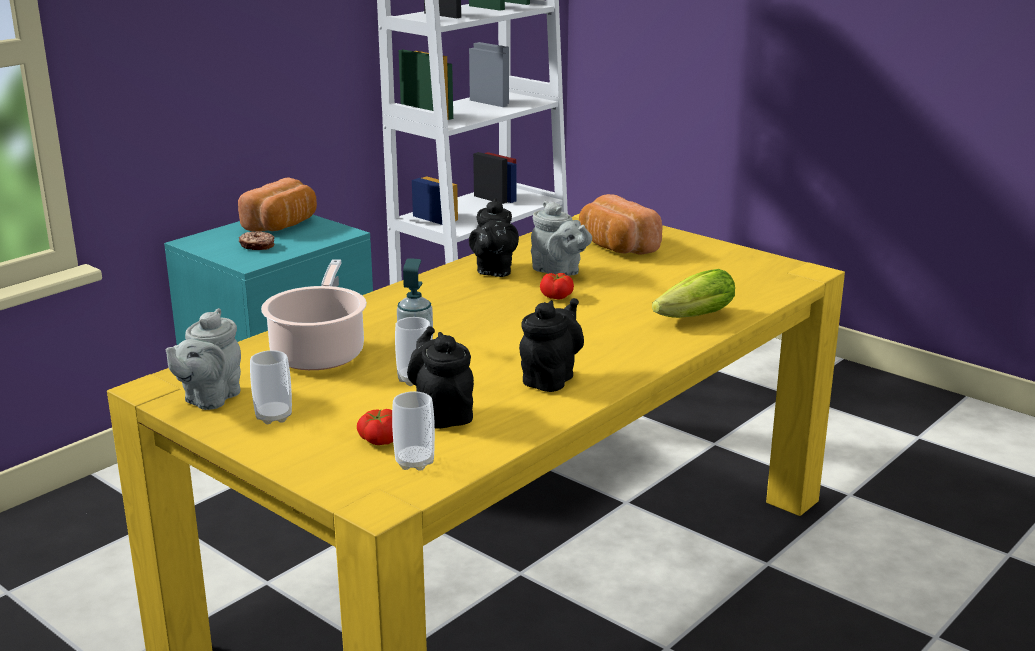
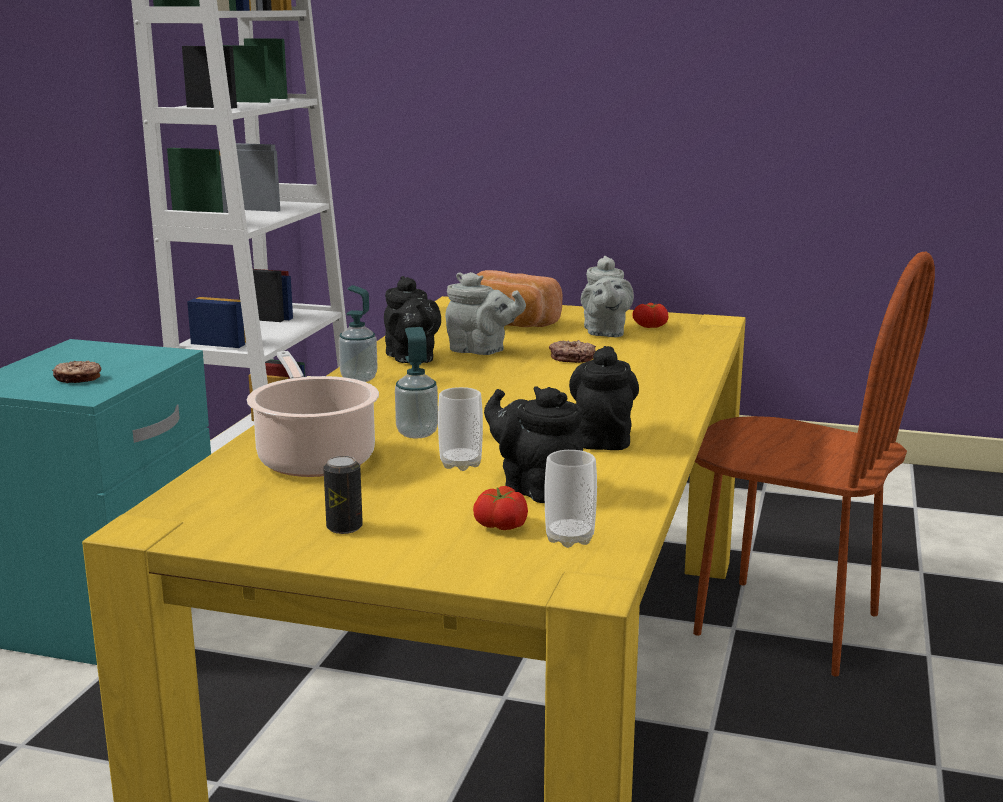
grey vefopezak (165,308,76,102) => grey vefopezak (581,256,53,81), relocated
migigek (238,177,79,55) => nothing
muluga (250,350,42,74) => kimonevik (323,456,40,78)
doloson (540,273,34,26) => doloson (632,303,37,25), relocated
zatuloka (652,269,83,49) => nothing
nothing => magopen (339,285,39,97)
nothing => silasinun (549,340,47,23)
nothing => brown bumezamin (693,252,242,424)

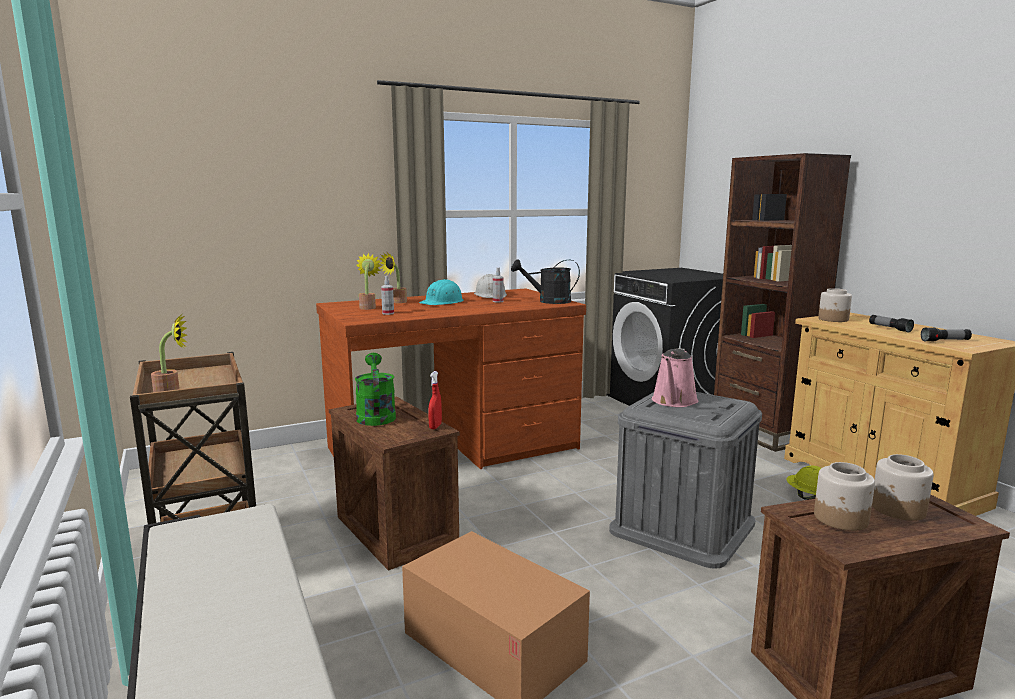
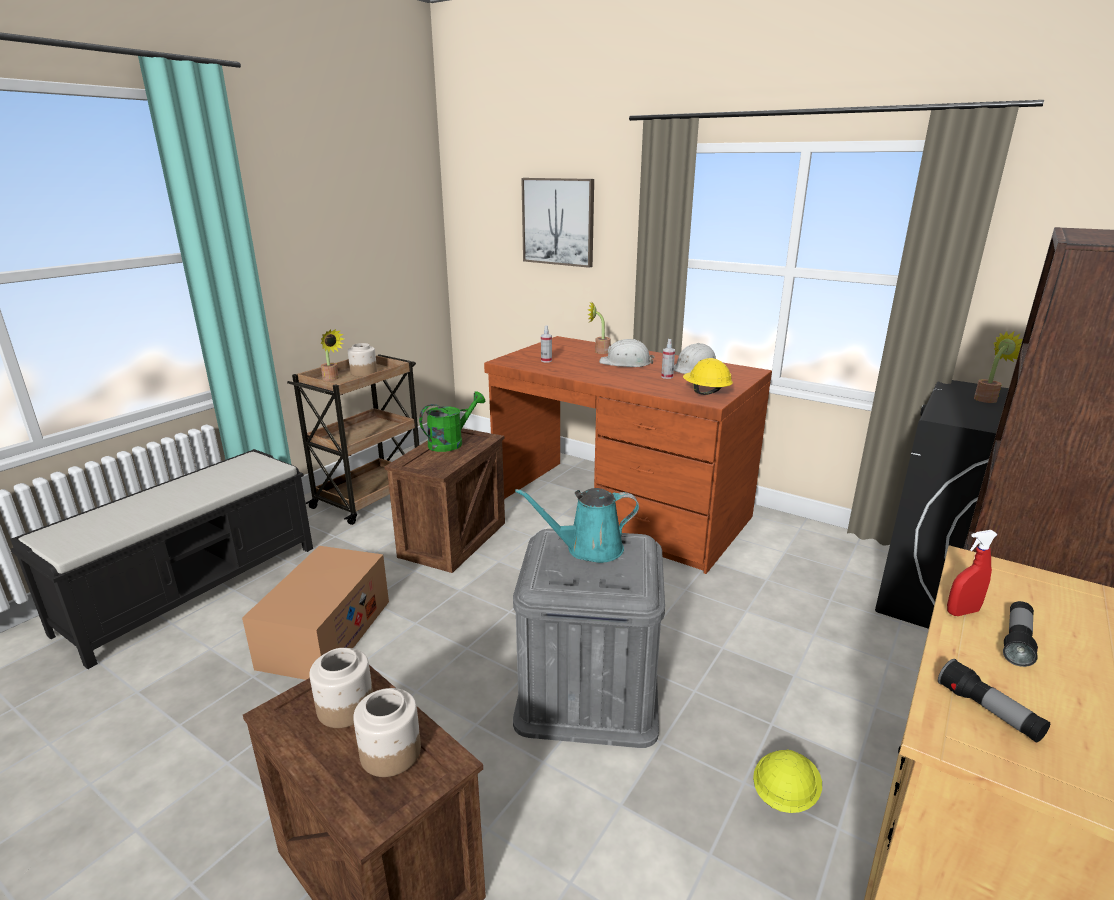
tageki (357,253,25,57) => tageki (974,331,49,72), relocated
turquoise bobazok (419,279,45,26) => white bobazok (599,339,56,28)
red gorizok (428,371,14,58) => red gorizok (947,530,51,86), relocated
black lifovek (511,259,69,45) => yellow bobazok (683,358,50,37)
pink lifovek (652,348,46,59) => turquoise lifovek (515,488,124,75)
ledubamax (818,288,34,34) => ledubamax (348,343,29,34), relocated
nothing => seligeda (521,178,73,90)

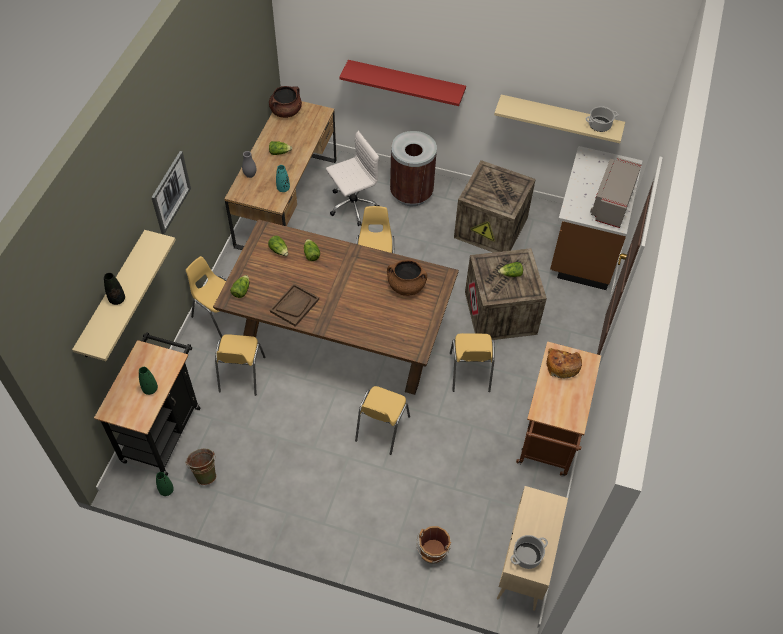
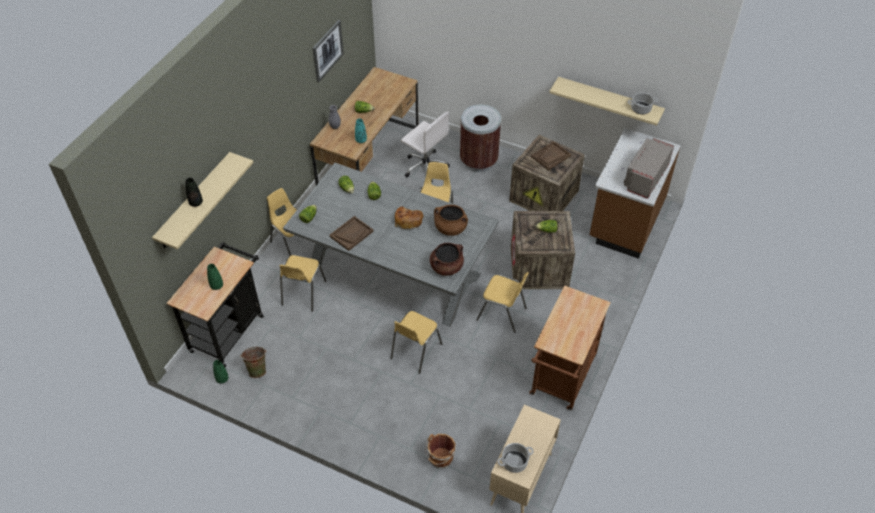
seligeda (151,151,40,83) => seligeda (313,20,31,63), relocated
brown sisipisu (213,219,246,176) => grey sisipisu (283,163,216,164)
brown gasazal (269,86,33,32) => brown gasazal (430,243,34,33), relocated
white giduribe (326,131,53,95) => white giduribe (401,112,49,70), 60 degrees clockwise
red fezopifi (339,60,127,46) => nothing
yellow bumezamin (450,333,45,59) => yellow bumezamin (476,272,53,61), 75 degrees counterclockwise
migigek (547,348,35,31) => migigek (395,206,28,23), relocated
nothing => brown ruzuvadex (531,141,40,29)

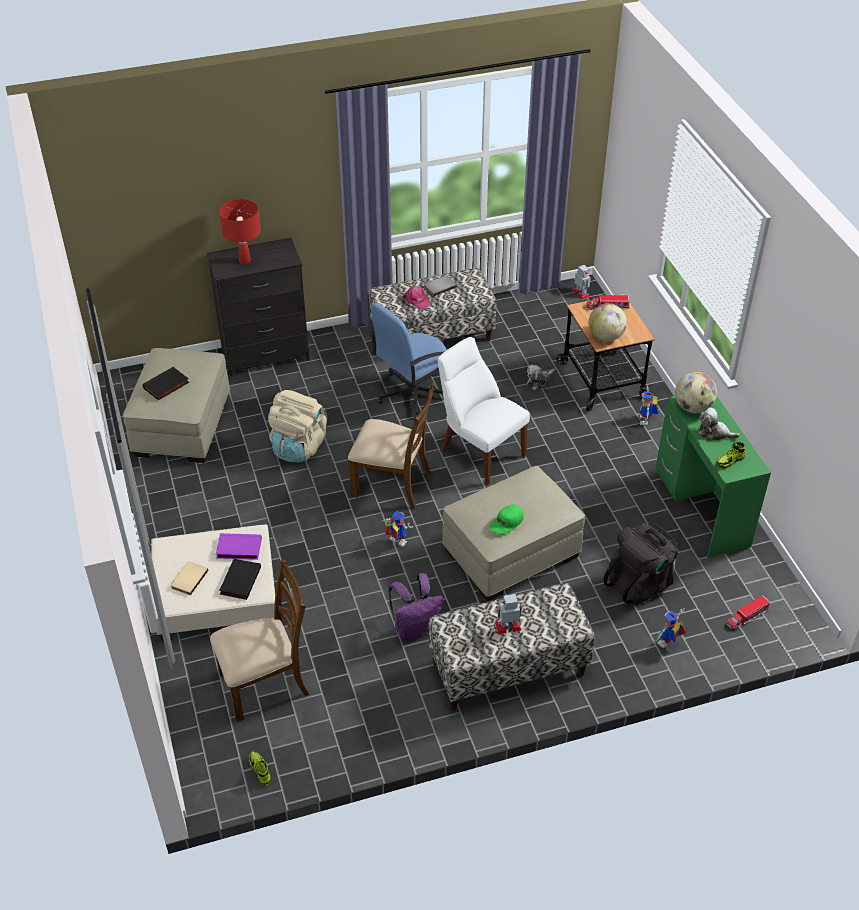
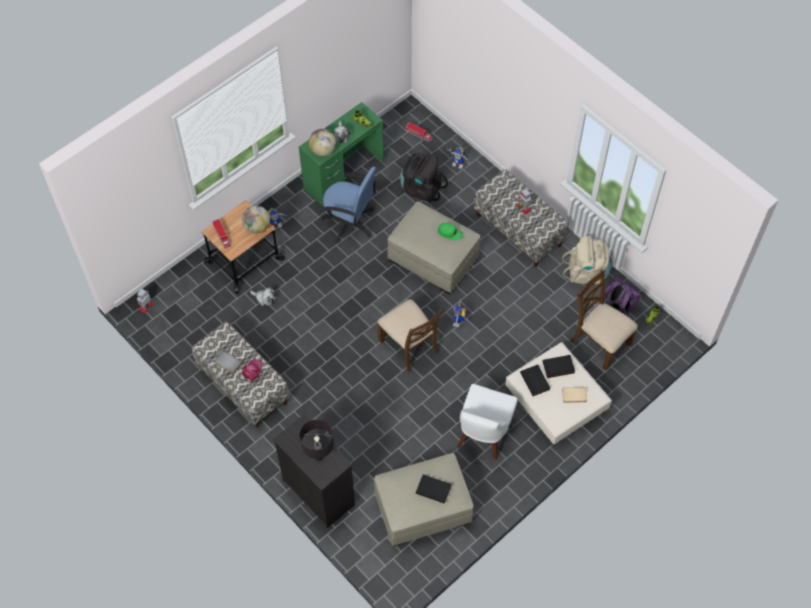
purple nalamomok (216,533,46,27) => black nalamomok (520,365,30,31)
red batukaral (219,199,42,65) => black batukaral (299,419,35,42)
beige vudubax (268,390,59,73) => beige vudubax (562,236,51,48), relocated
brown bumezamin (348,382,88,127) => brown bumezamin (378,299,65,73), 150 degrees clockwise
blue giduribe (369,303,77,115) => blue giduribe (321,166,56,77), relocated
purple vudubax (388,573,56,67) => purple vudubax (604,276,37,39), relocated
white bumezamin (438,337,92,148) => white bumezamin (457,384,60,76), relocated

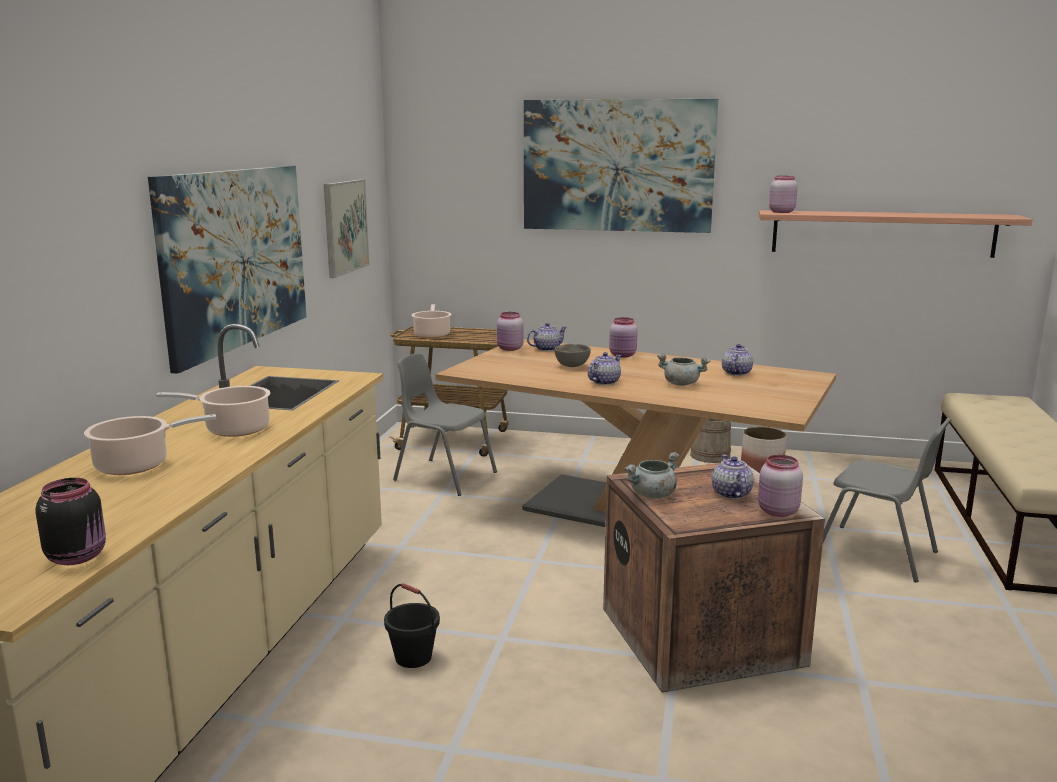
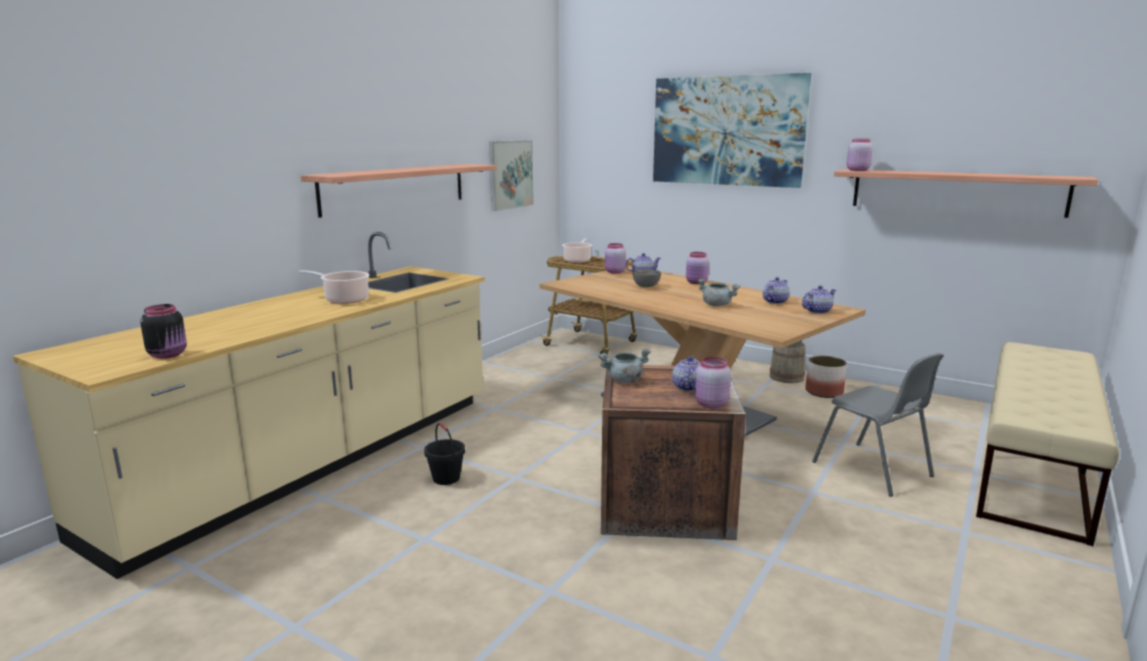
gasazal (84,414,132,61) => nothing
seligeda (148,166,159,208) => fezopifi (301,164,196,54)
grey bumezamin (393,353,104,143) => nothing
vefopezak (588,352,34,33) => vefopezak (802,285,34,29), relocated

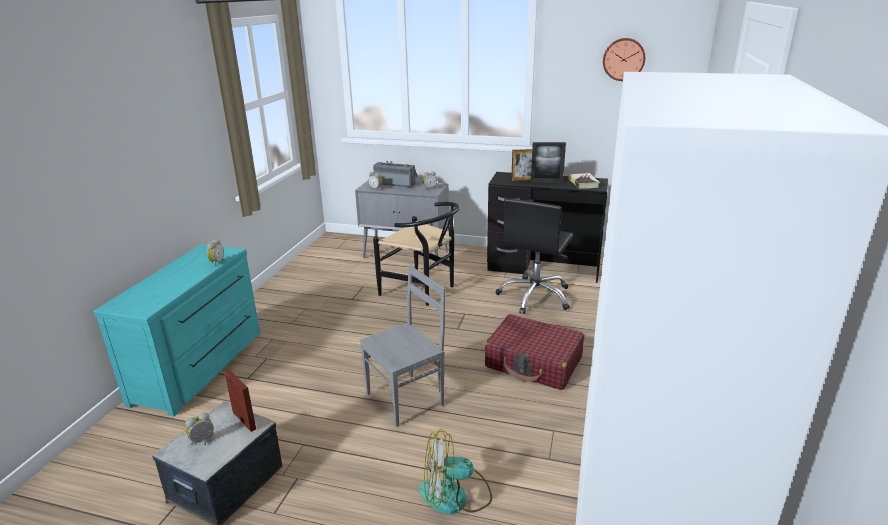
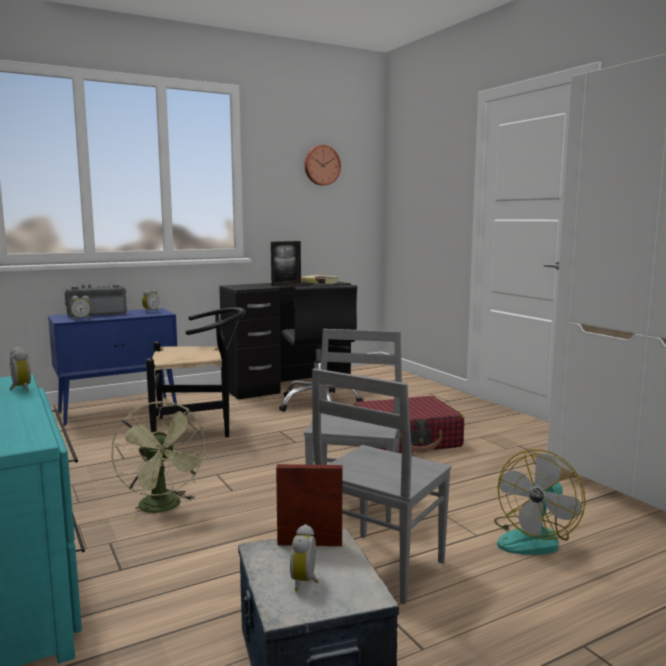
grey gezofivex (355,181,94,85) => blue gezofivex (48,308,129,118)
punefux (511,149,21,32) => nothing
nothing => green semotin (111,401,98,118)
nothing => grey bumezamin (312,368,140,236)

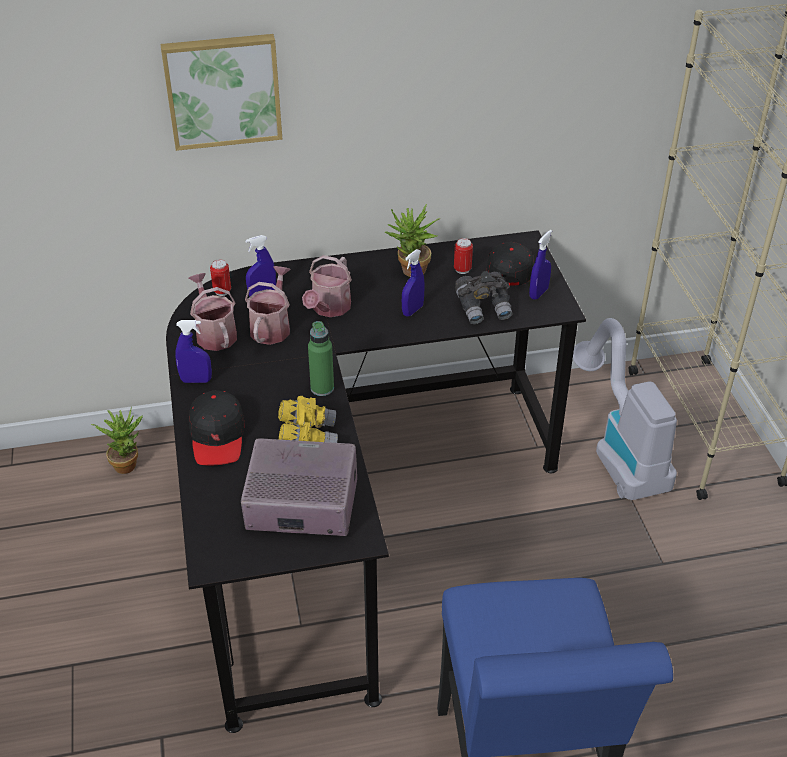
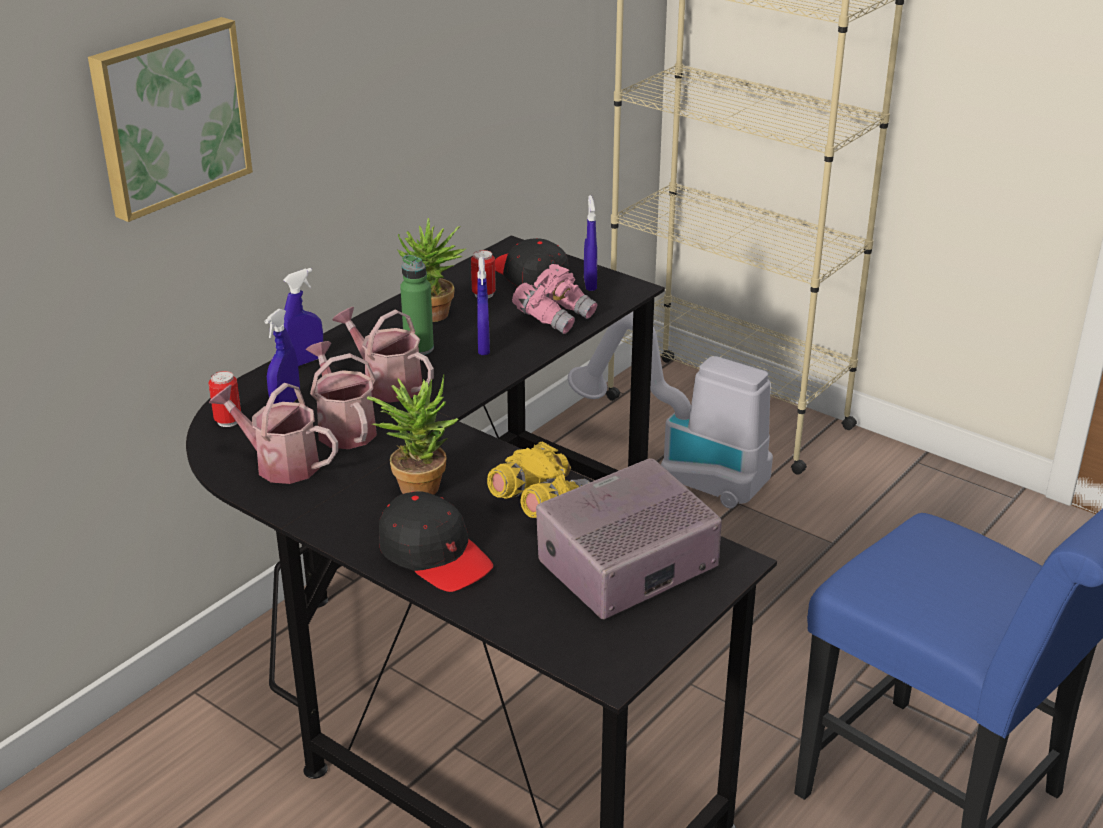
tageki (91,406,52,68) => tageki (366,375,93,120), relocated
blue gorizok (175,320,37,63) => blue gorizok (283,268,40,98), relocated
lifovek (302,255,50,62) => lifovek (332,307,102,96), 150 degrees clockwise
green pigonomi (308,321,26,75) => green pigonomi (400,255,34,100), relocated
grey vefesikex (455,271,57,53) => pink vefesikex (512,264,86,70)

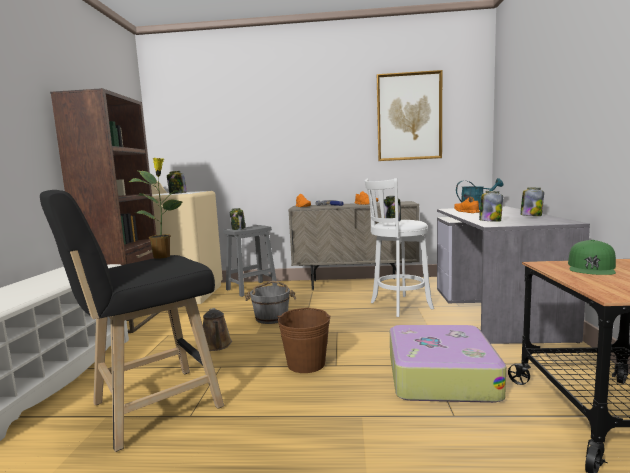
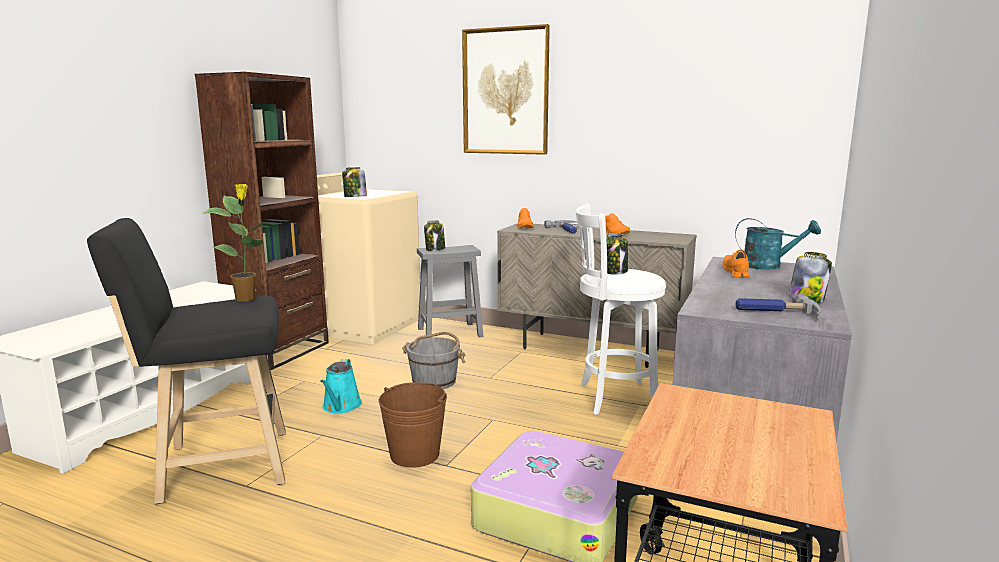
brown lifovek (203,308,29,43) => turquoise lifovek (320,359,42,54)
seligeda (377,70,65,91) => seligeda (462,24,88,131), relocated
ledubamax (479,191,24,31) => nothing
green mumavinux (568,240,48,35) => nothing
nothing => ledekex (735,293,86,26)

